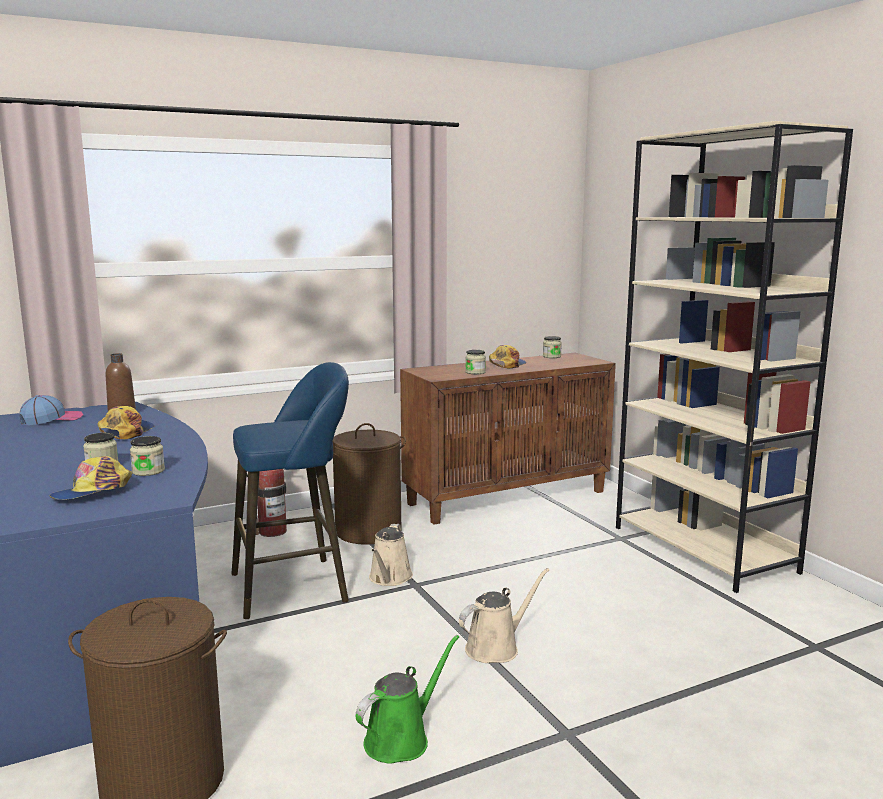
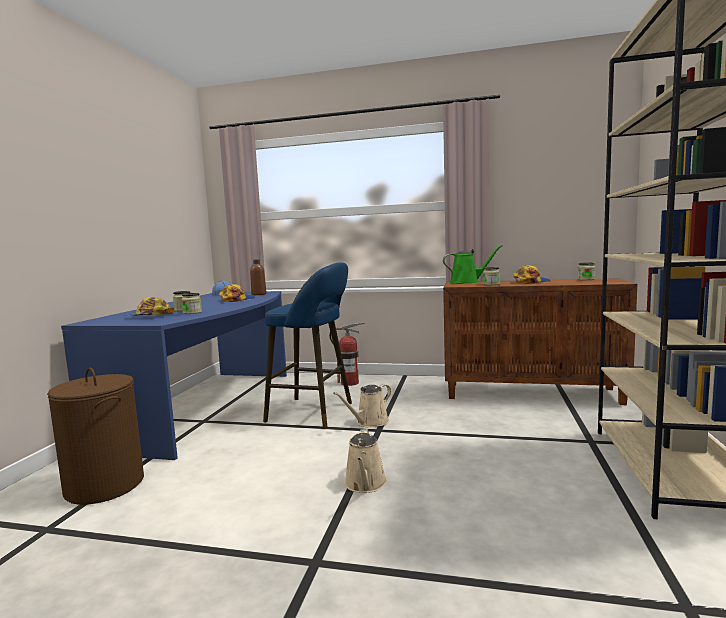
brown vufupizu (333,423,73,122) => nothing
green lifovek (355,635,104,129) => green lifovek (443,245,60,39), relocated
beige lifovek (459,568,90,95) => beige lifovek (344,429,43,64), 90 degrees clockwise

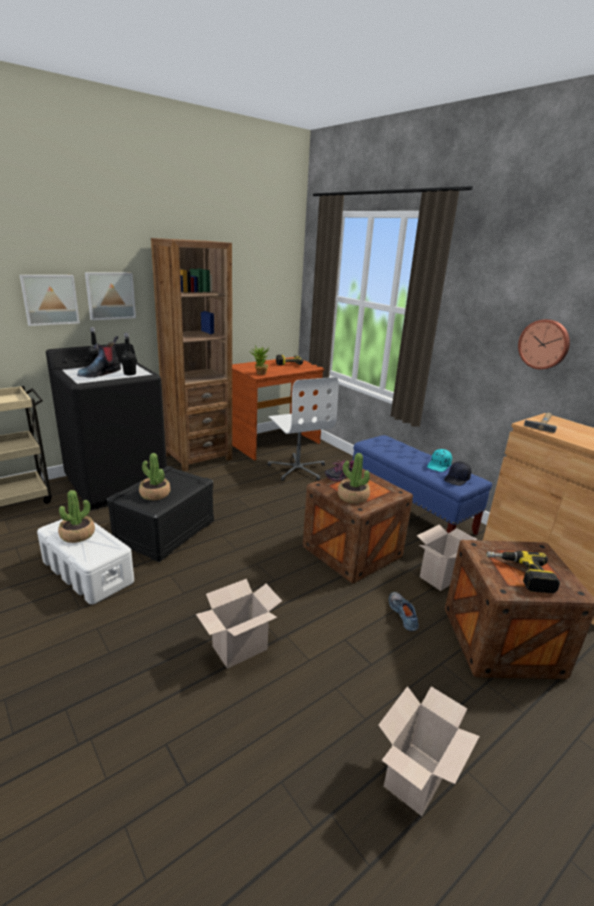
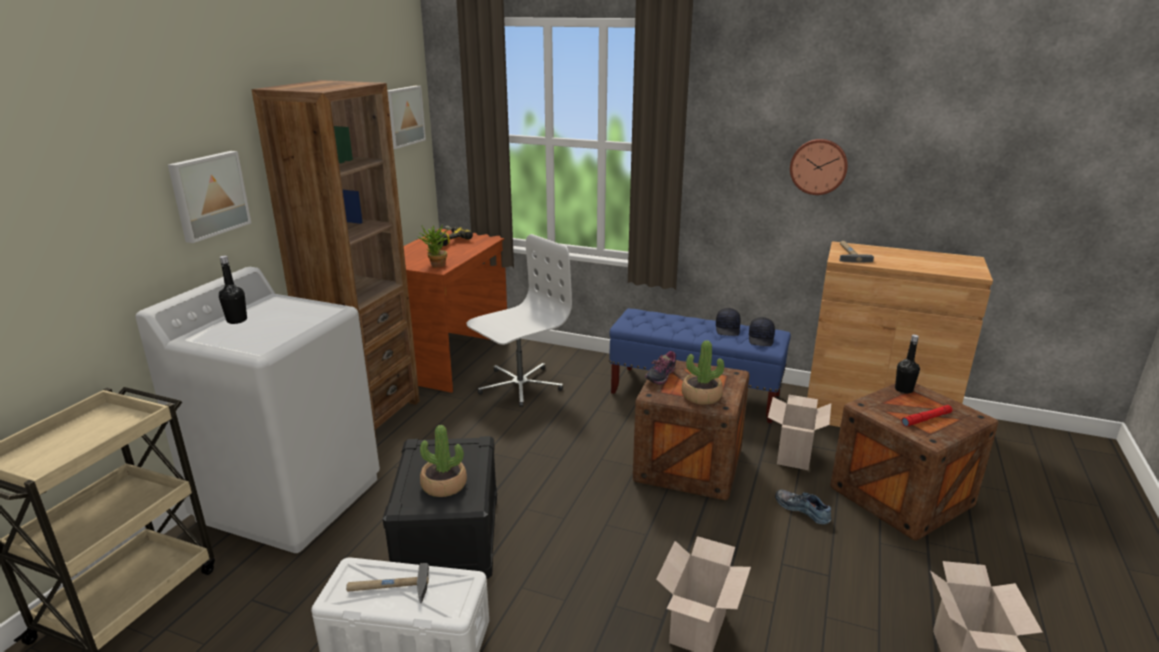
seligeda (20,275,60,51) => seligeda (387,86,39,63), relocated
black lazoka (46,343,121,167) => white lazoka (135,267,245,286)
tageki (58,490,37,53) => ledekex (346,563,83,40)
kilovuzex (77,336,44,42) => nothing
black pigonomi (121,333,15,42) => black pigonomi (895,335,25,59), relocated
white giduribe (267,377,72,104) => white giduribe (467,234,105,174), 75 degrees counterclockwise
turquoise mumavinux (427,449,25,23) => black mumavinux (716,308,25,28)
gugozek (486,551,74,42) => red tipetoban (901,405,51,22)

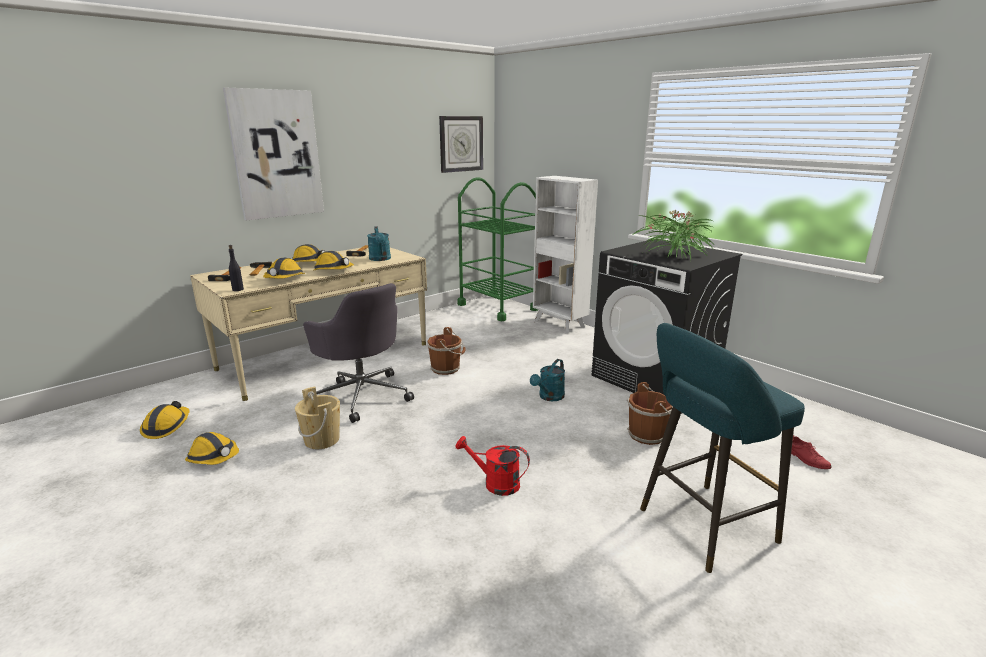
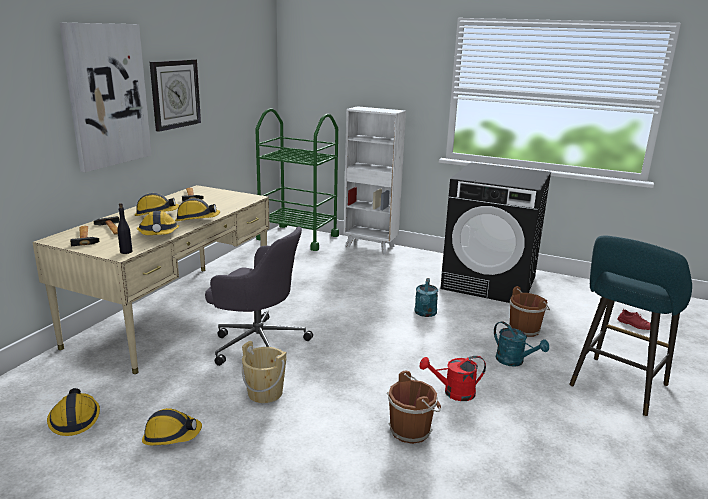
turquoise lifovek (367,226,24,35) => turquoise lifovek (494,321,55,46), relocated
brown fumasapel (427,327,39,48) => brown fumasapel (387,371,54,73), relocated
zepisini (439,116,44,57) => zepisini (150,59,51,73), relocated
tageki (634,209,79,51) => nothing

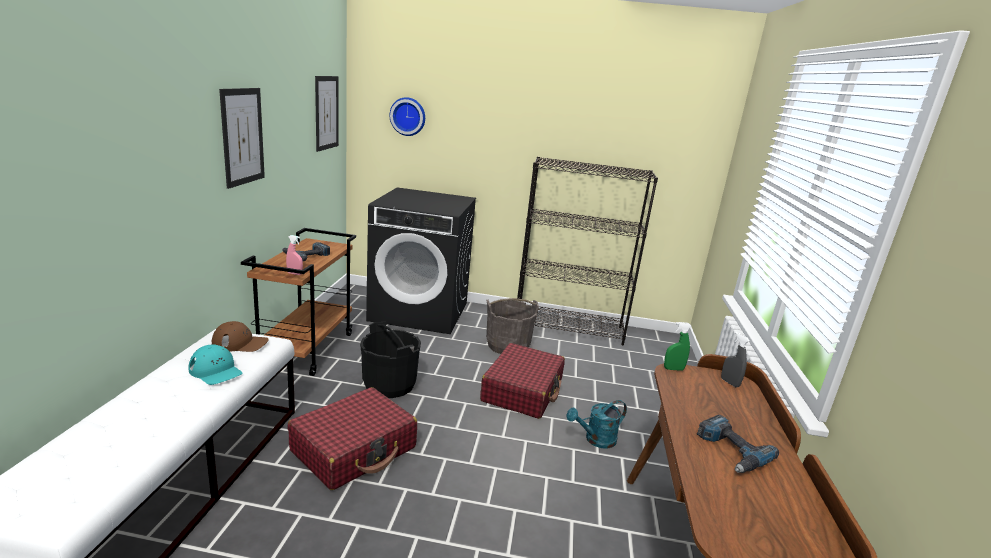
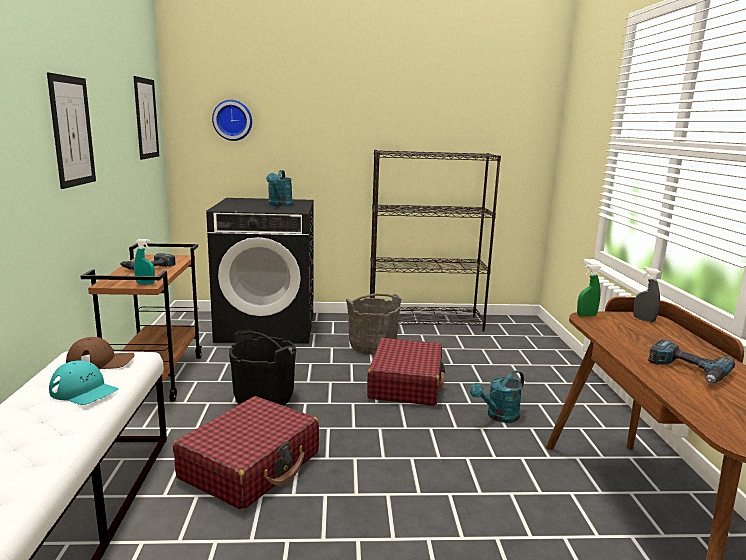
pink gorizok (286,235,17,40) => turquoise gorizok (134,239,21,46)
nothing => turquoise lifovek (266,170,27,37)

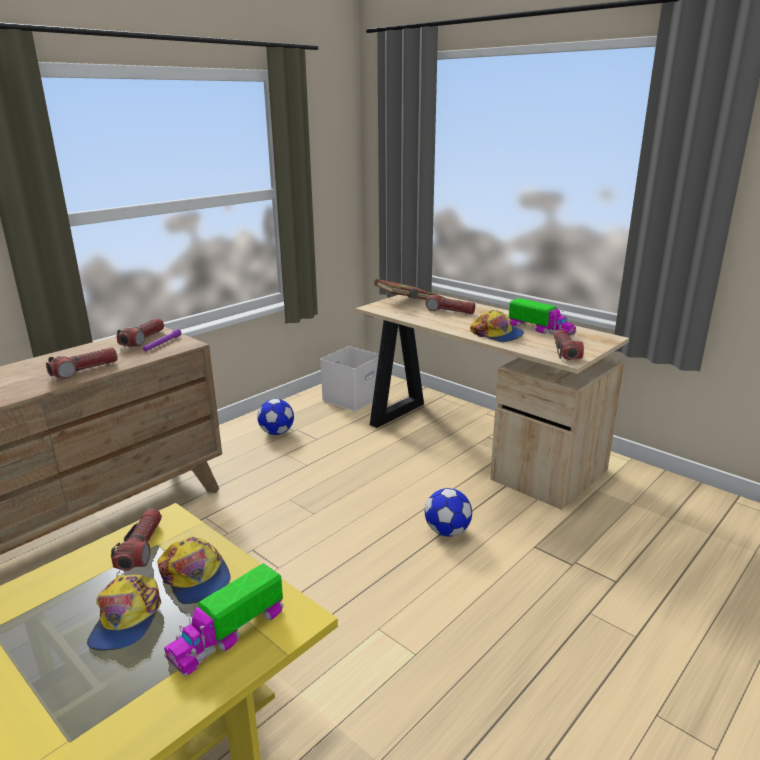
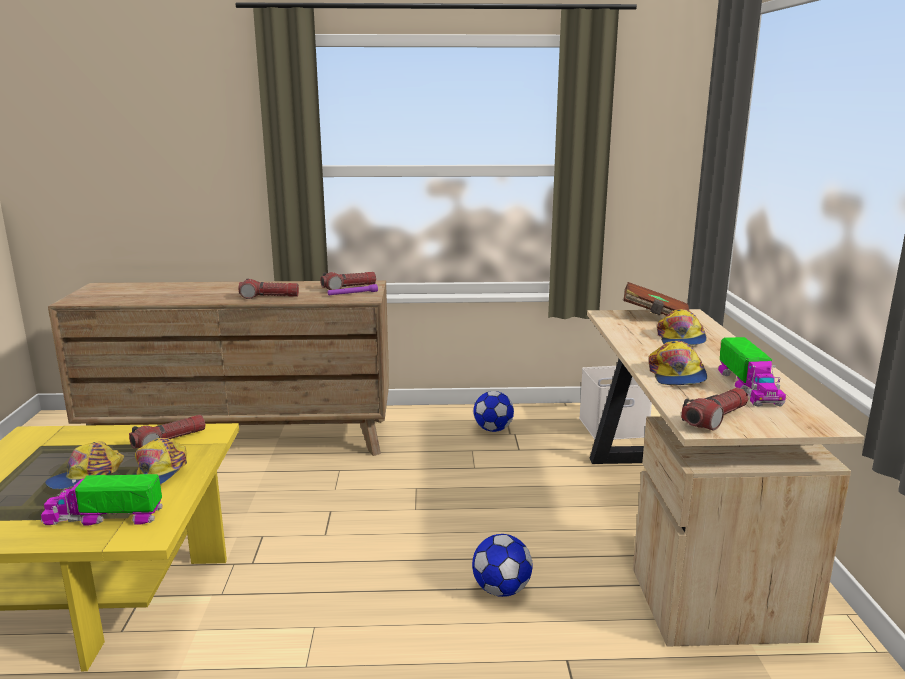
tipetoban (426,293,49,21) => mumavinux (657,309,50,36)

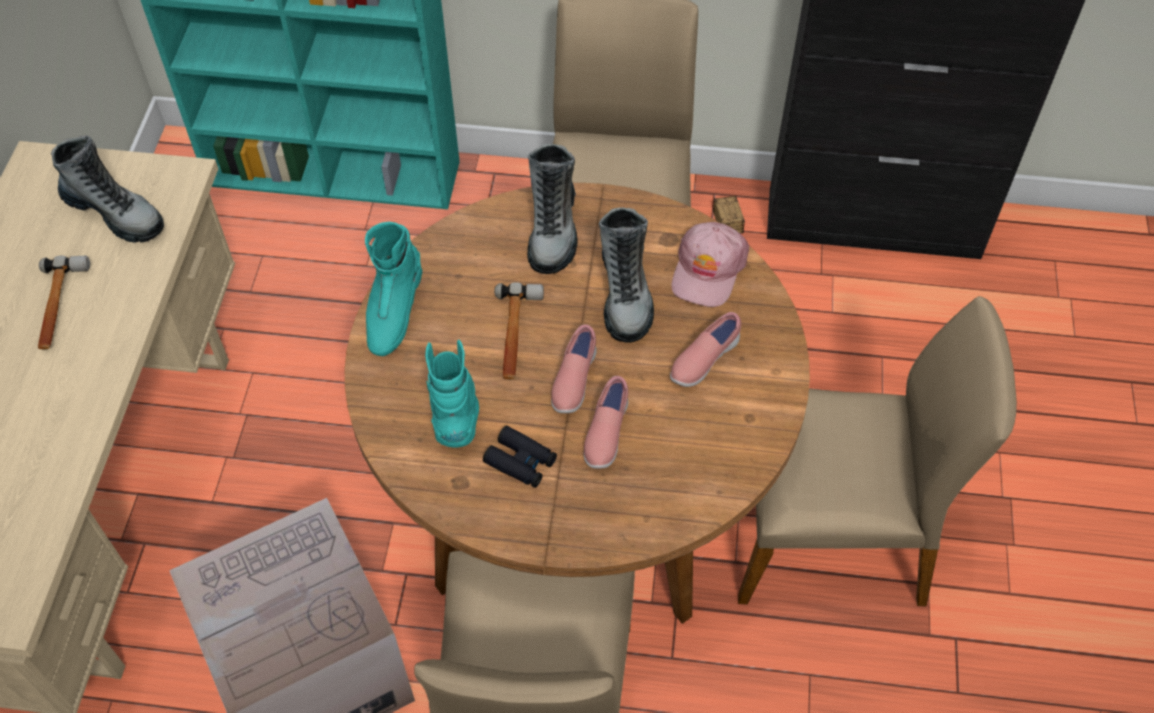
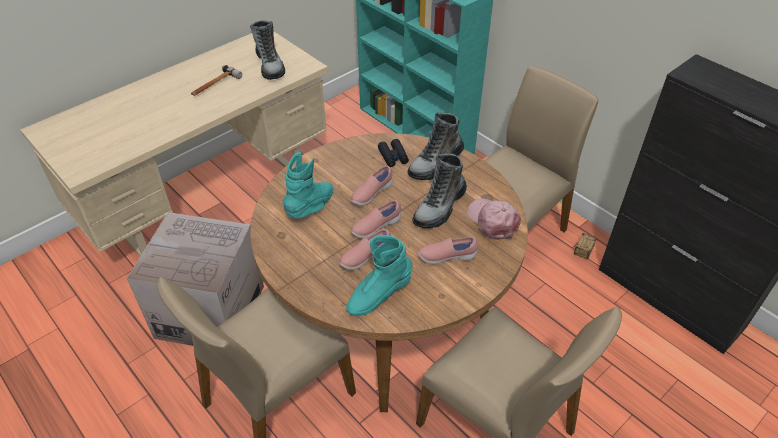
turquoise kilovuzex (365,222,57,134) => turquoise kilovuzex (346,235,67,81), relocated
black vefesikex (483,426,74,62) => black vefesikex (378,139,31,28), relocated
ledekex (494,282,50,97) => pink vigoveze (351,165,41,41)
pink mumavinux (672,222,77,85) => pink mumavinux (467,198,54,42), 90 degrees clockwise

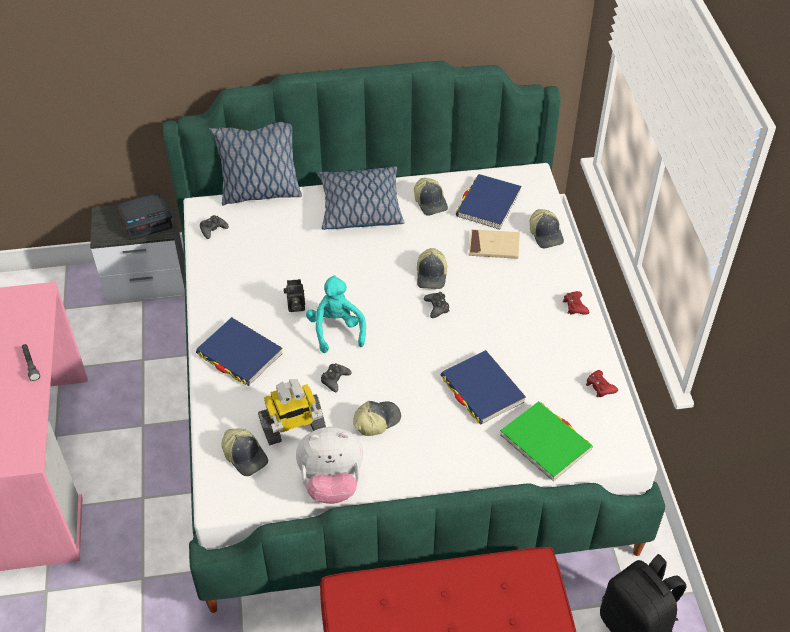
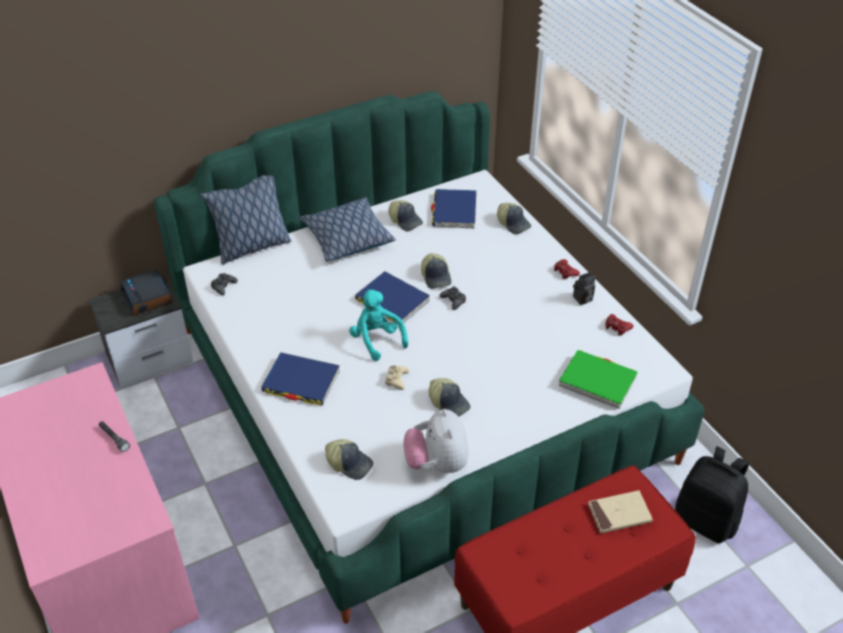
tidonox (117,192,56,48) => tidonox (121,270,51,46), 105 degrees clockwise
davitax (258,379,68,66) => nothing
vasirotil (284,279,21,33) => vasirotil (573,272,22,33), relocated
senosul (296,427,67,77) => senosul (404,409,65,64), 105 degrees clockwise
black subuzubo (321,363,31,29) => beige subuzubo (385,365,24,25)
mumavinux (353,401,48,35) => mumavinux (428,378,43,39), 105 degrees clockwise
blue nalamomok (441,350,85,75) => blue nalamomok (355,271,75,52), relocated
beige nalamomok (469,229,51,30) => beige nalamomok (588,490,65,44), relocated

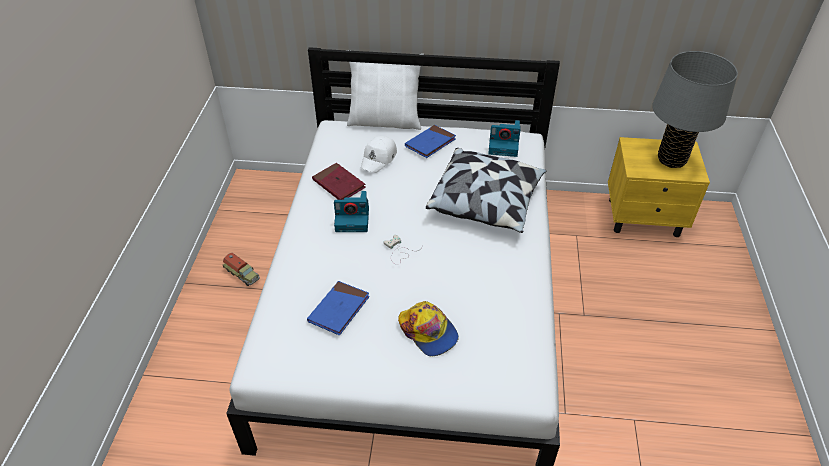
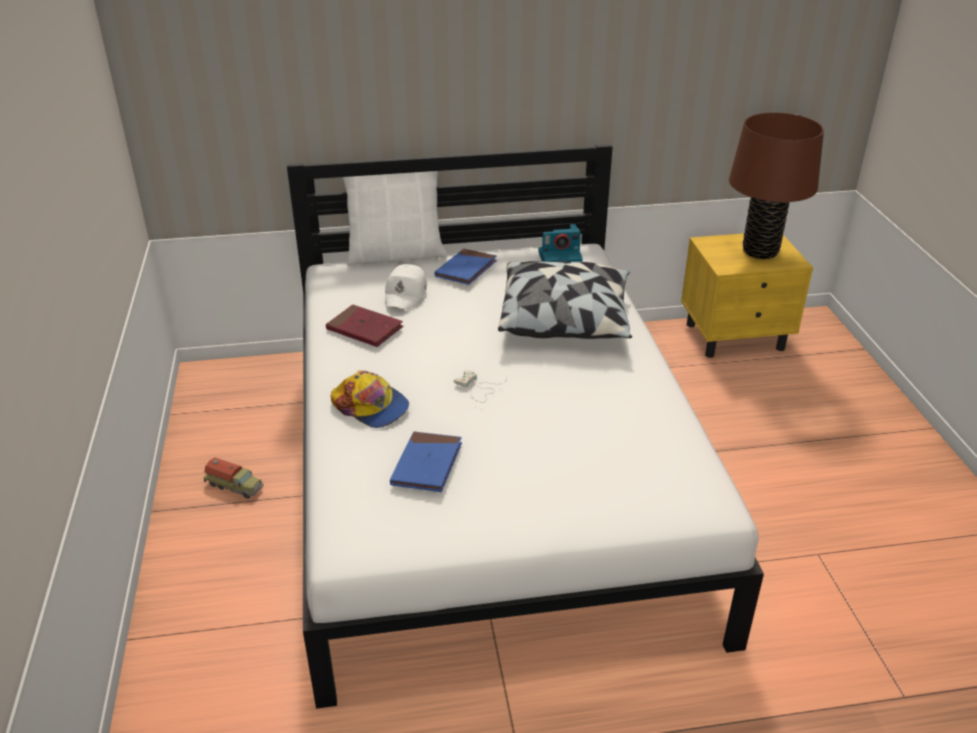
vasirotil (334,191,35,41) => nothing
mumavinux (398,301,61,55) => mumavinux (330,371,79,57), relocated
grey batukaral (652,51,86,117) => brown batukaral (729,112,95,147)

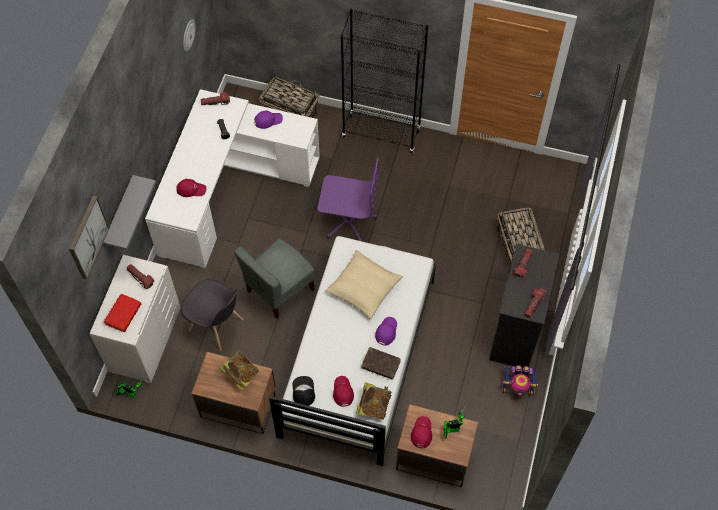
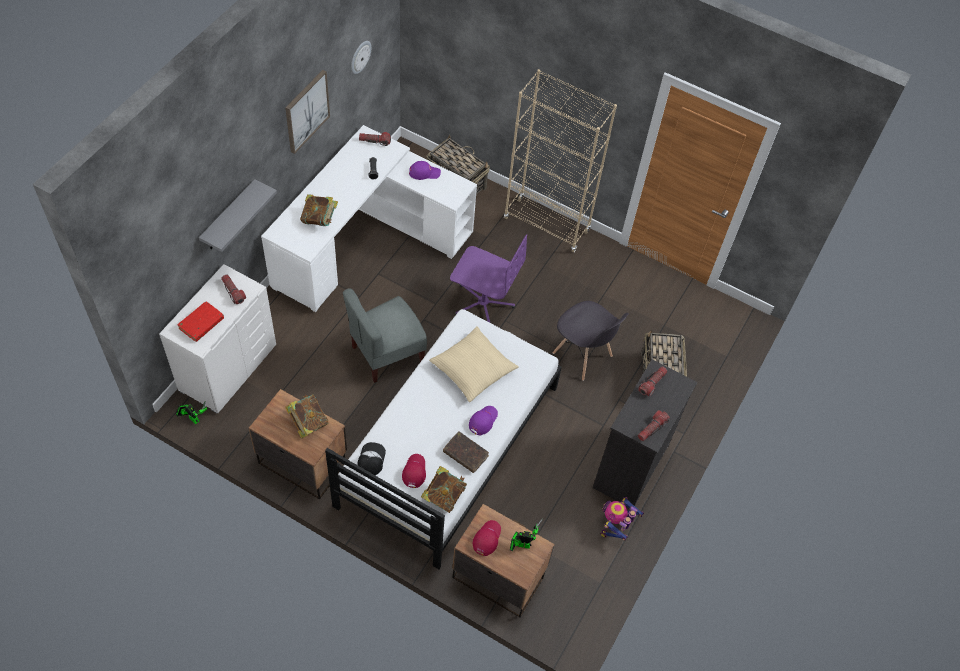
seligeda (69,195,40,85) => seligeda (285,70,45,84), relocated
red mumavinux (176,179,31,18) => nalamomok (300,194,38,32)
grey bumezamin (181,279,62,72) => grey bumezamin (553,301,76,80), relocated
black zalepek (341,9,87,144) => beige zalepek (504,69,113,183)
davitax (502,365,36,31) => davitax (600,497,44,44), 105 degrees clockwise

